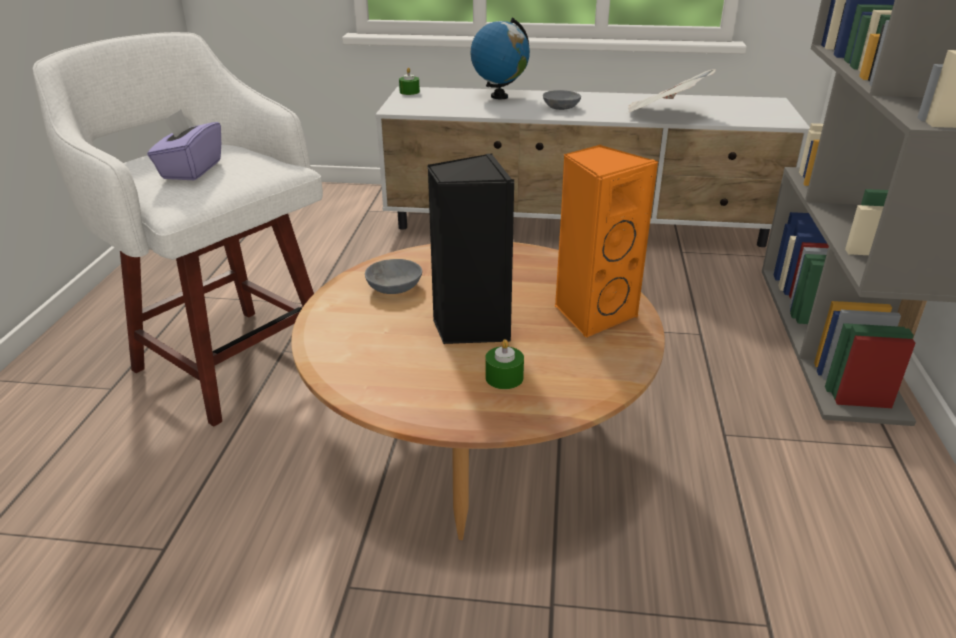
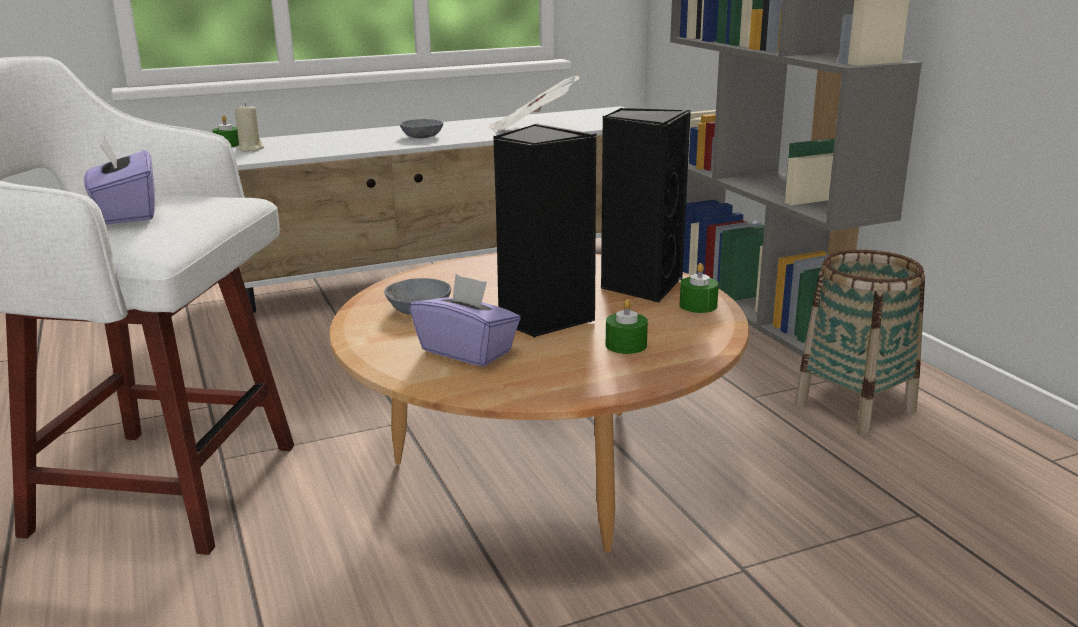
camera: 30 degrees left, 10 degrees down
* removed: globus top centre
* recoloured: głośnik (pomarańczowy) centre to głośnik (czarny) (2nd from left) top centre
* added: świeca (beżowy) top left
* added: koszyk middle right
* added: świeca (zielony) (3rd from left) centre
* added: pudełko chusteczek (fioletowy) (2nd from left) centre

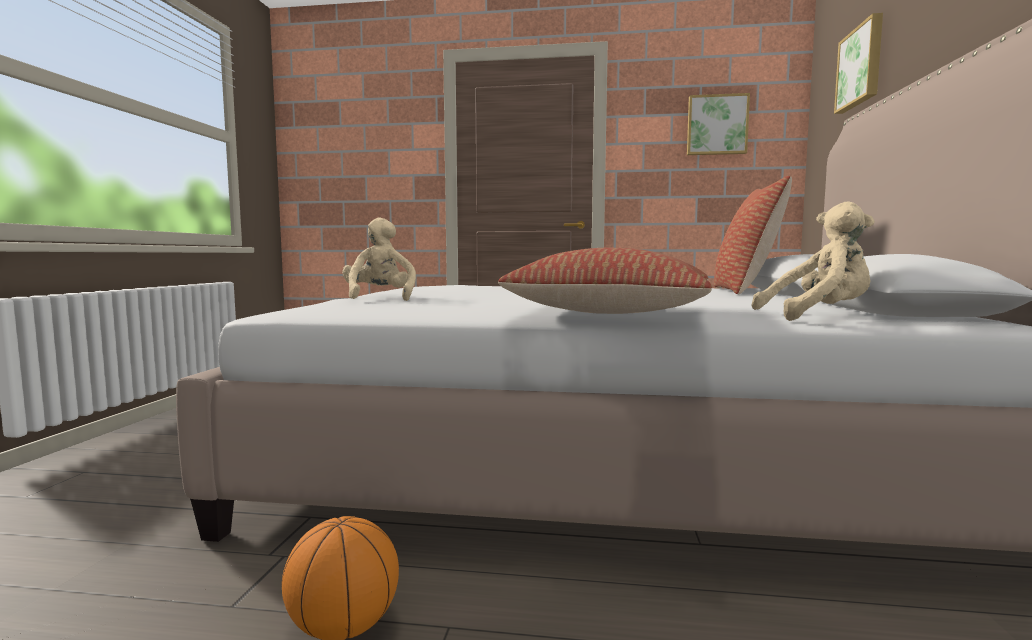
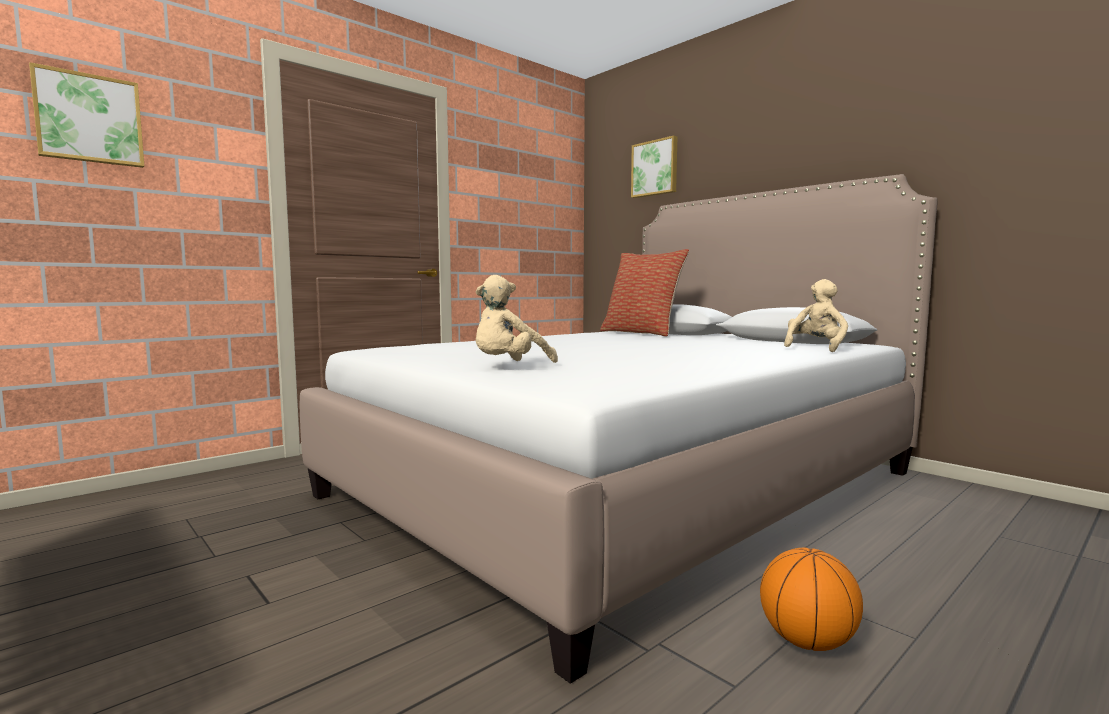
camera: 50 degrees left, 0 degrees up
* moved: obraz (1st from left) top right to top left
* turned: pluszak (beżowy) (1st from left) centre = centre 75 degrees counterclockwise
* removed: poduszka (1st from left) centre

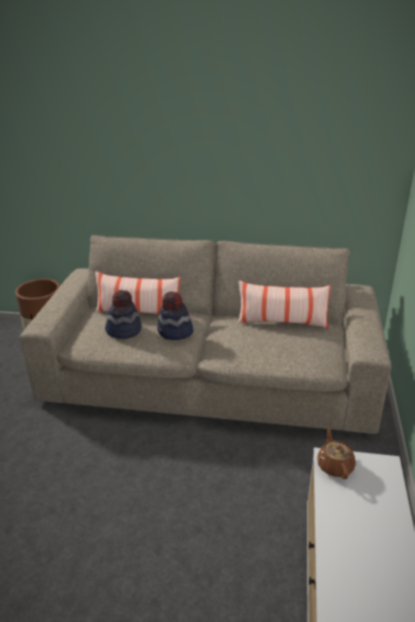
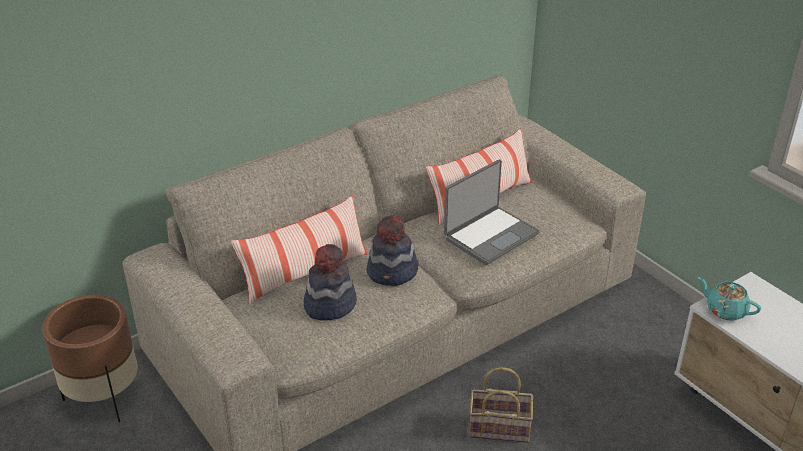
camera: 45 degrees left, 5 degrees up
* recoloured: imbryk (brązowy) bottom right to imbryk (turkusowy) middle right
* added: laptop centre
* added: koszyk bottom centre

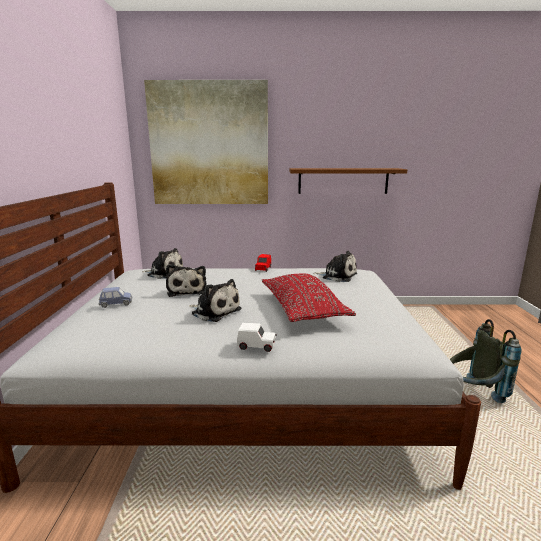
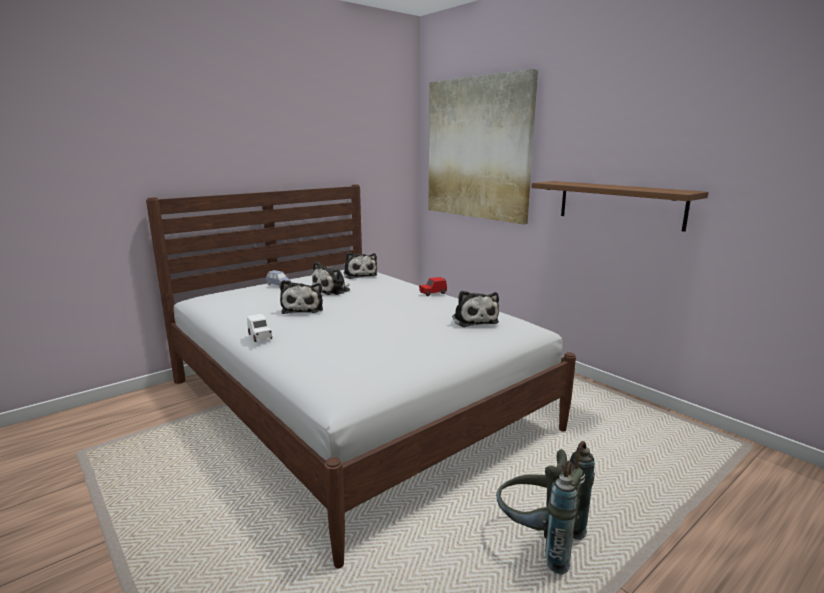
camera: 50 degrees right, 0 degrees up
* removed: poduszka (czerwony) centre

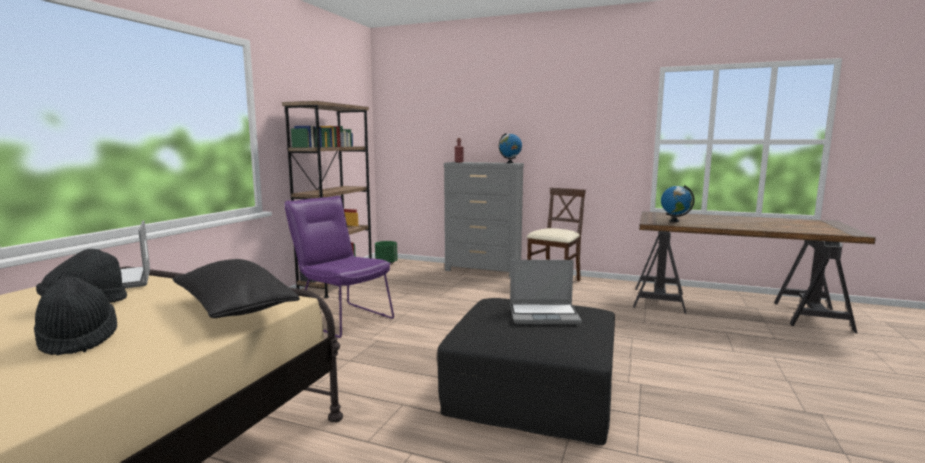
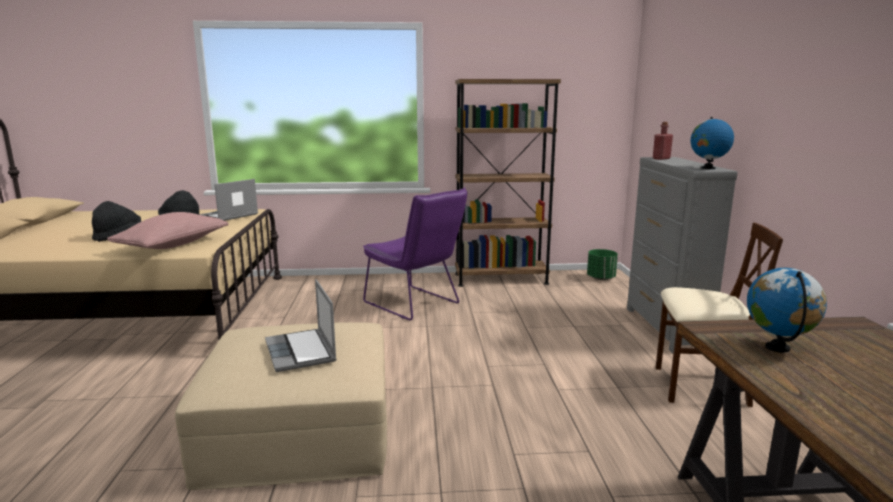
camera: 65 degrees right, 5 degrees up
* turned: krzesło (fioletowy) centre = centre 120 degrees clockwise
* recoloured: poduszka (czarny) middle left to poduszka (różowy) middle left
* recoloured: pufa (czarny) bottom centre to pufa (beżowy) bottom left

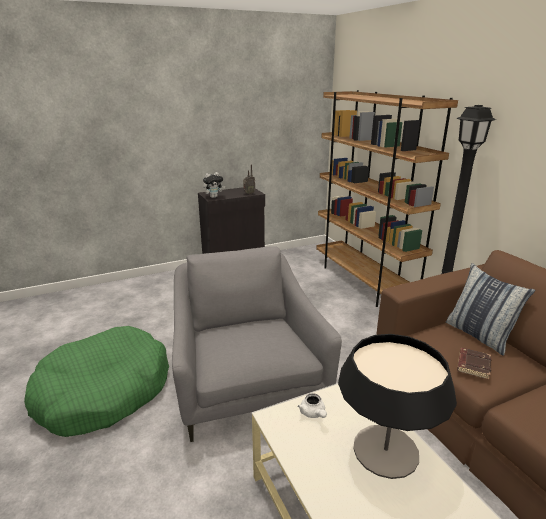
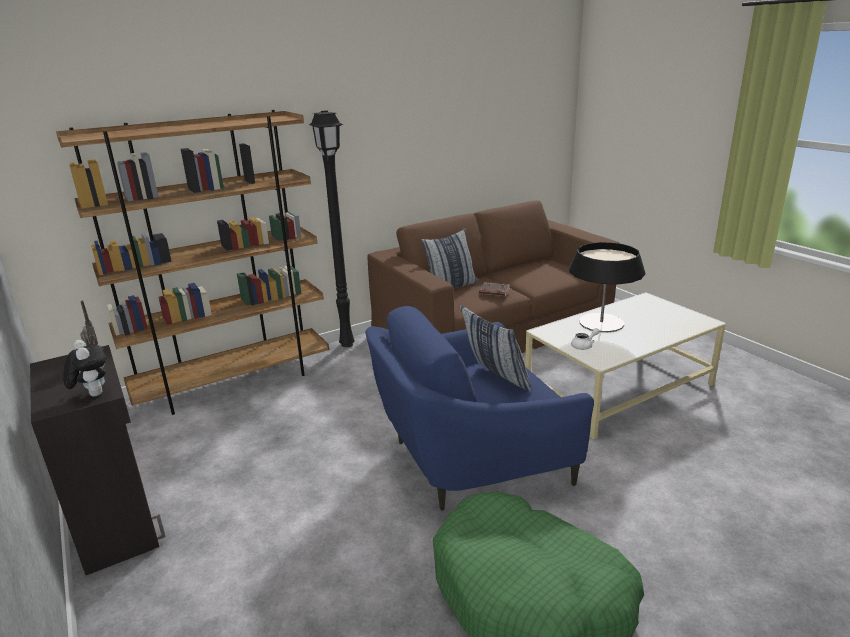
camera: 95 degrees left, 0 degrees up
* recoloured: fotel (szary) centre to fotel (niebieski) centre
* added: poduszka (2nd from left) centre

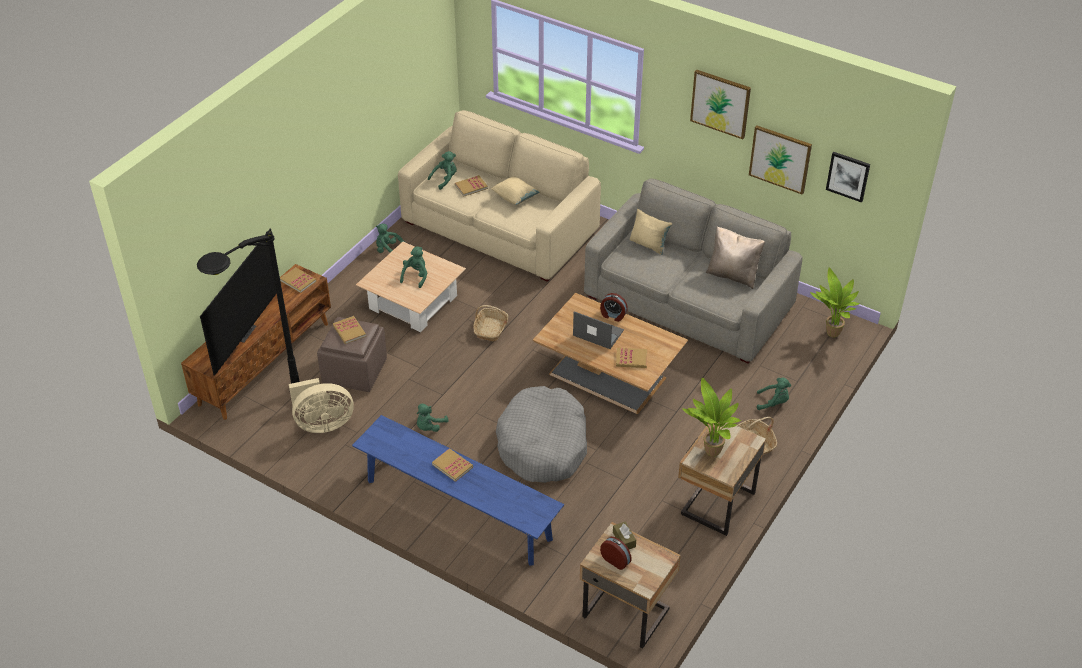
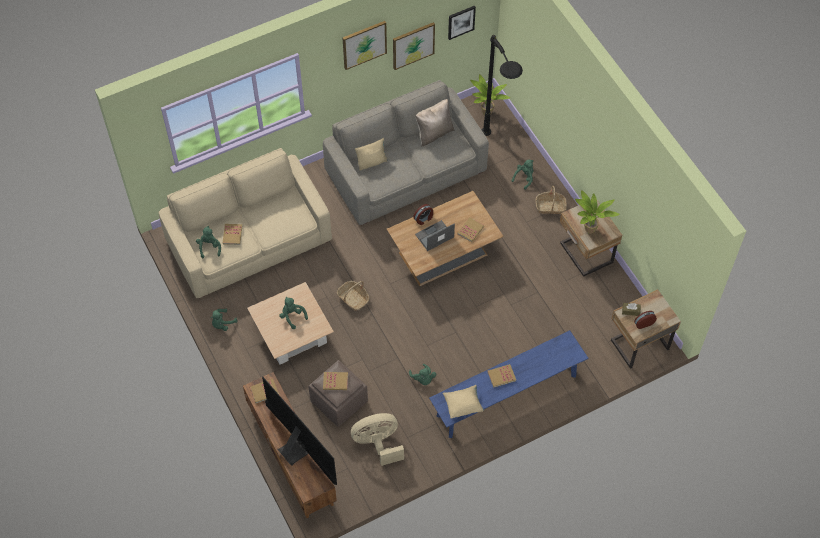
camera: 60 degrees left, 15 degrees up
* moved: poduszka (beżowy) (1st from left in the first image) top centre to poduszka (beżowy) (3rd from left) bottom centre
* moved: lampa stojąca (czarny) middle left to top centre
* turned: wentylator (beżowy) middle left = bottom centre 120 degrees counterclockwise
* removed: legowisko (szary) centre

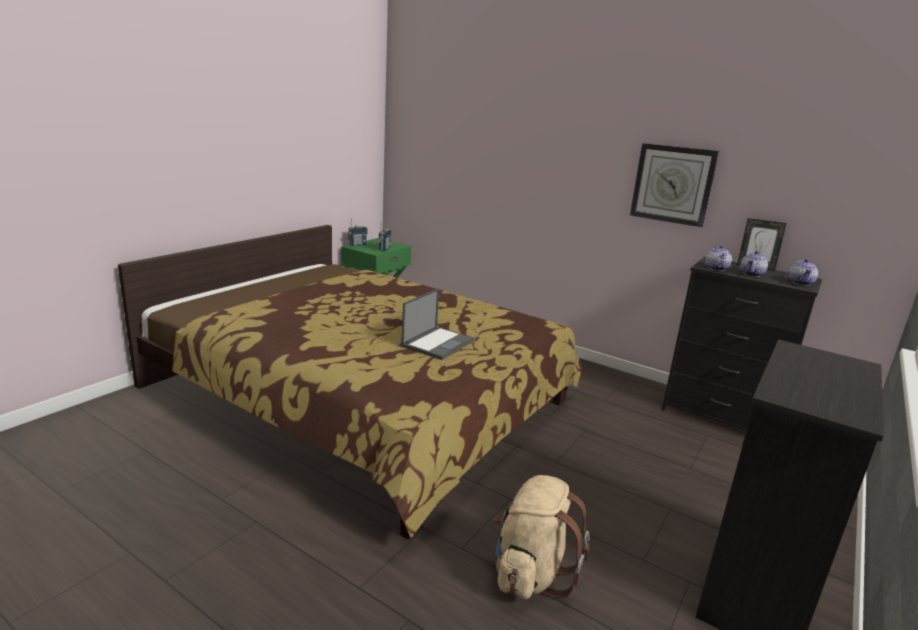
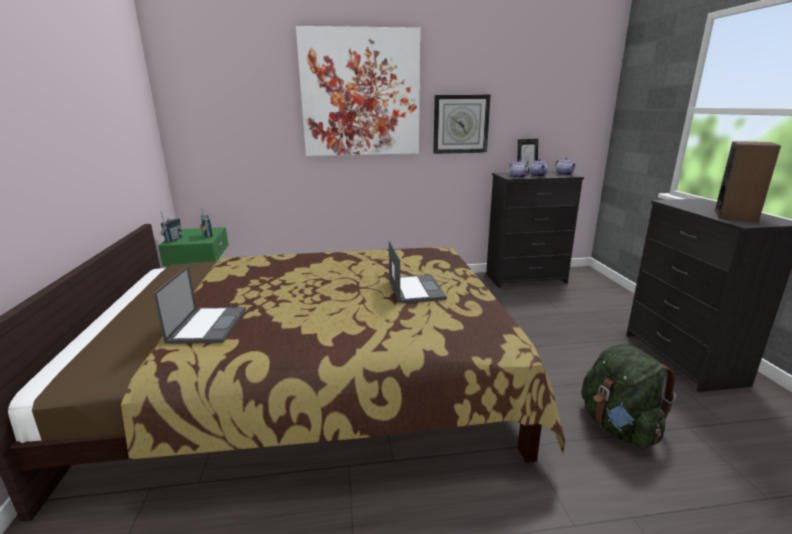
camera: 40 degrees left, 0 degrees up
* recoloured: plecak (beżowy) bottom centre to plecak (zielony) bottom right
* added: obraz top centre
* added: głośnik middle right
* added: laptop (1st from left) middle left

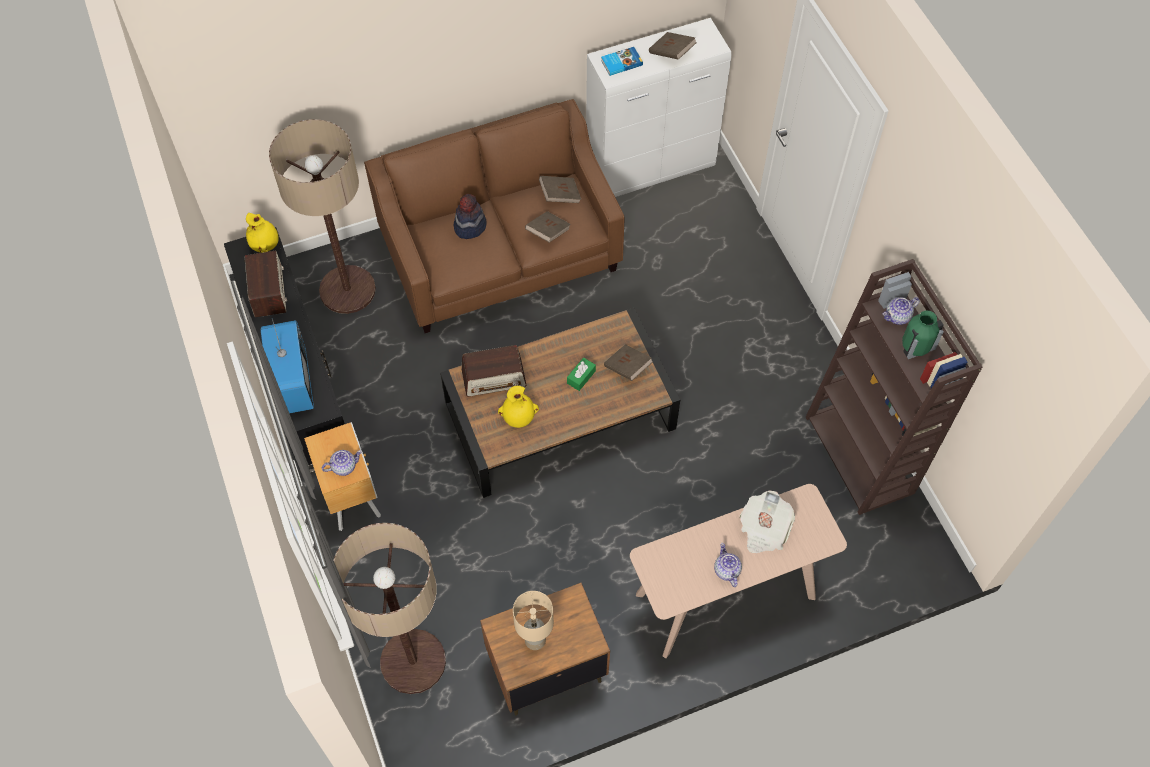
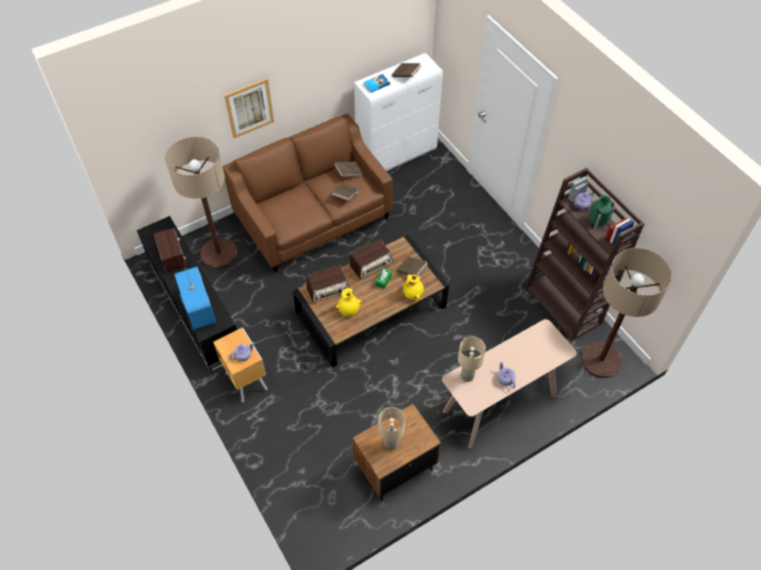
camera: 10 degrees left, 5 degrees down
* removed: kapelusz top centre
* moved: wazon (żółty) (1st from left in the first image) top left to wazon (żółty) (2nd from left) centre
* removed: gazeta bottom right
* moved: lampa stojąca (2nd from left) bottom centre to middle right
* added: obraz top left
* added: radio (3rd from left) centre
* added: lampa stołowa (beżowy) (2nd from left) centre

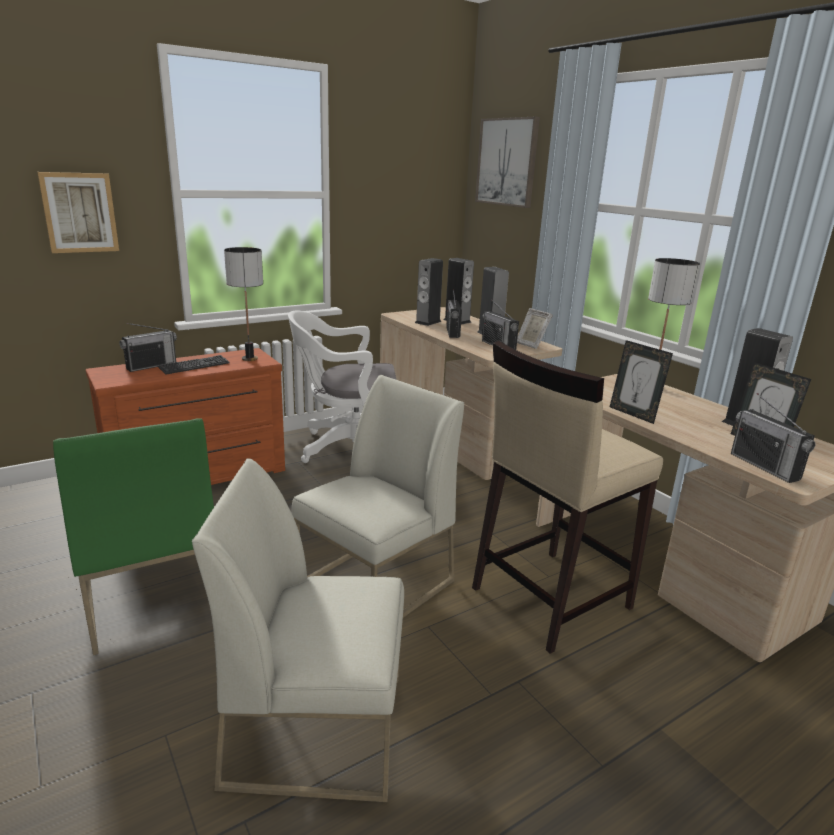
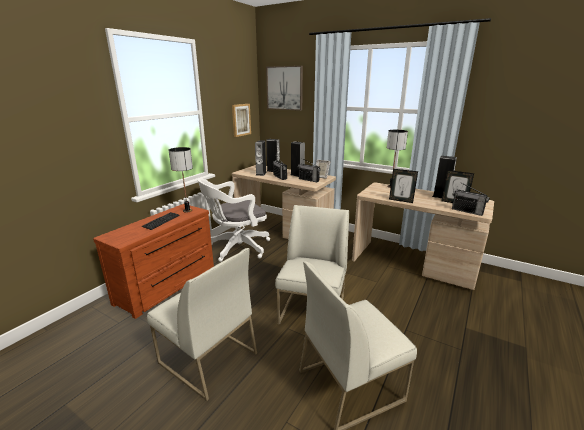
camera: 25 degrees left, 0 degrees up
* moved: obraz (1st from left) top left to top centre
* removed: radio (1st from left) middle left
* removed: stołek (beżowy) middle right
* recoloured: krzesło (zielony) middle left to krzesło (biały) (1st from left) bottom centre

